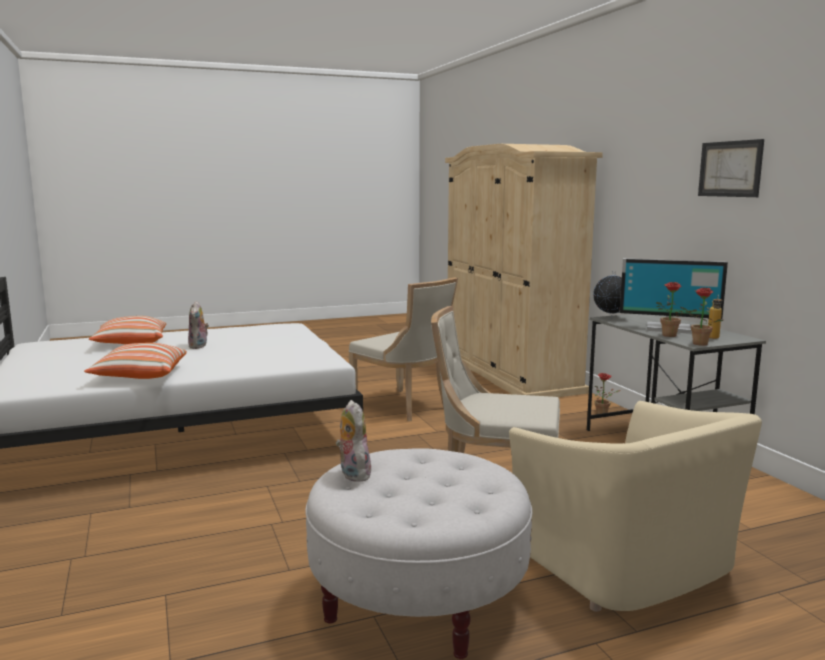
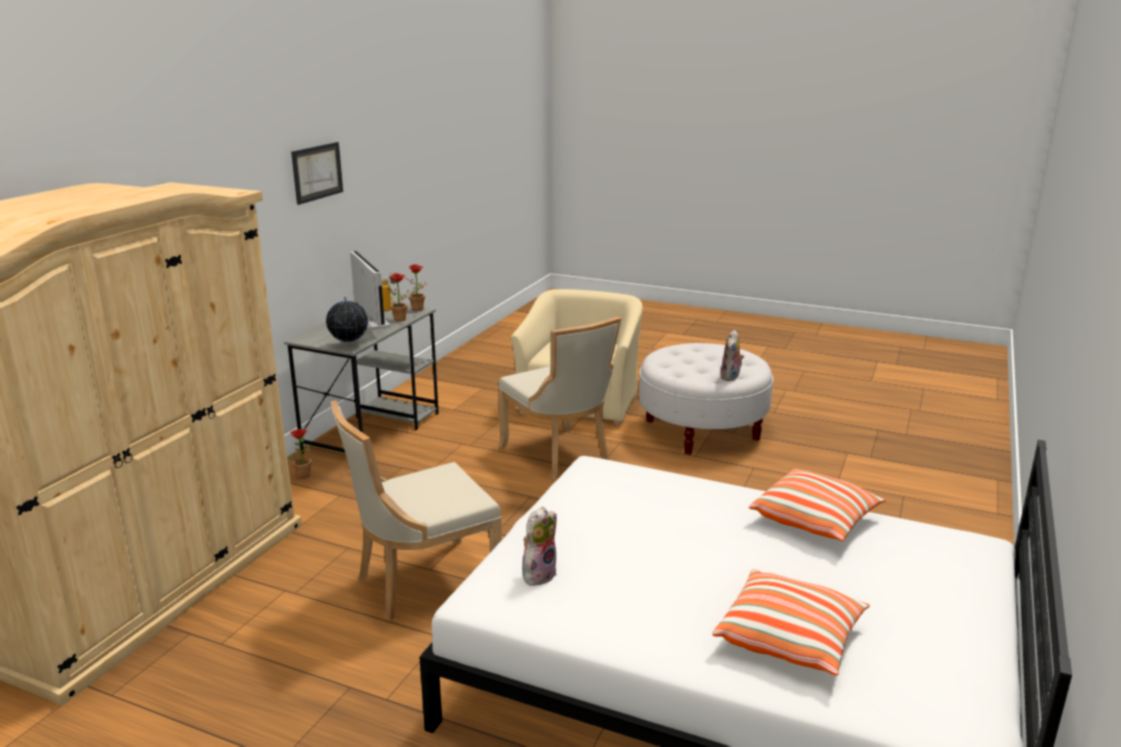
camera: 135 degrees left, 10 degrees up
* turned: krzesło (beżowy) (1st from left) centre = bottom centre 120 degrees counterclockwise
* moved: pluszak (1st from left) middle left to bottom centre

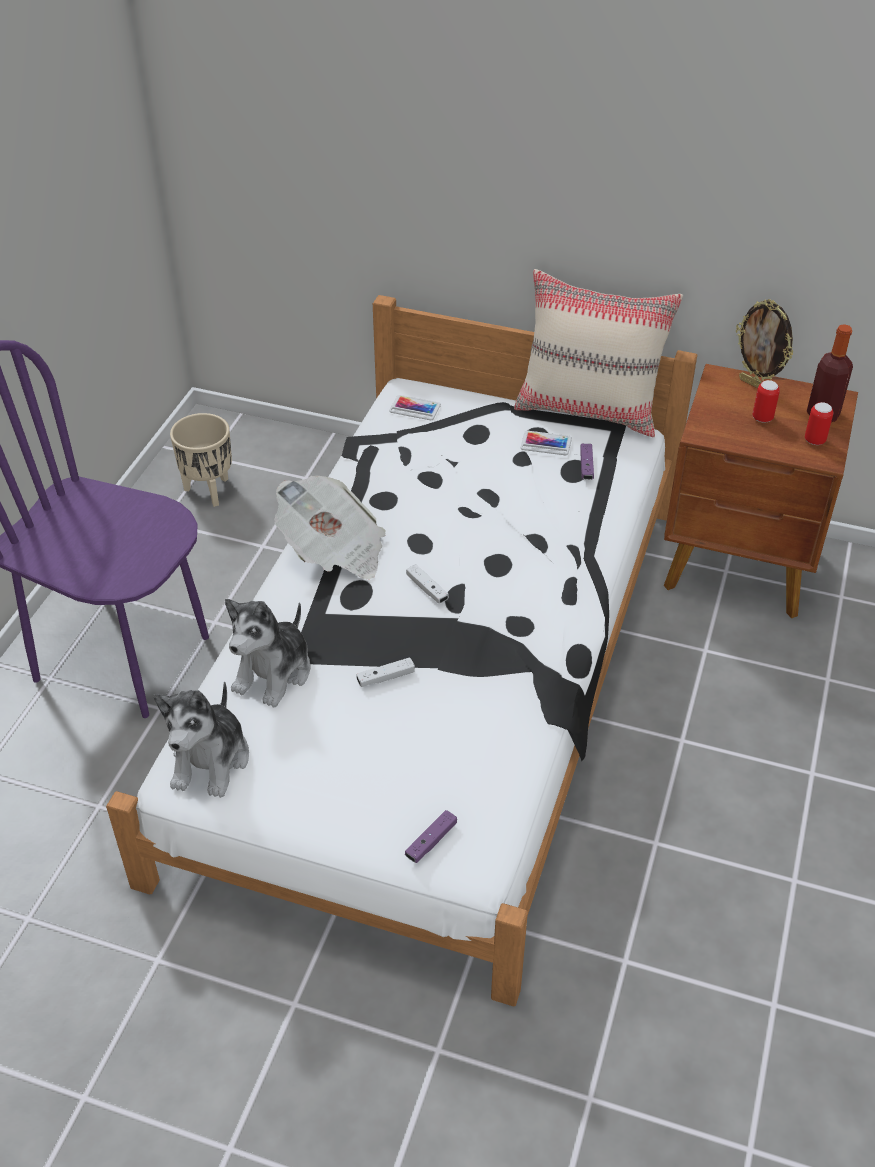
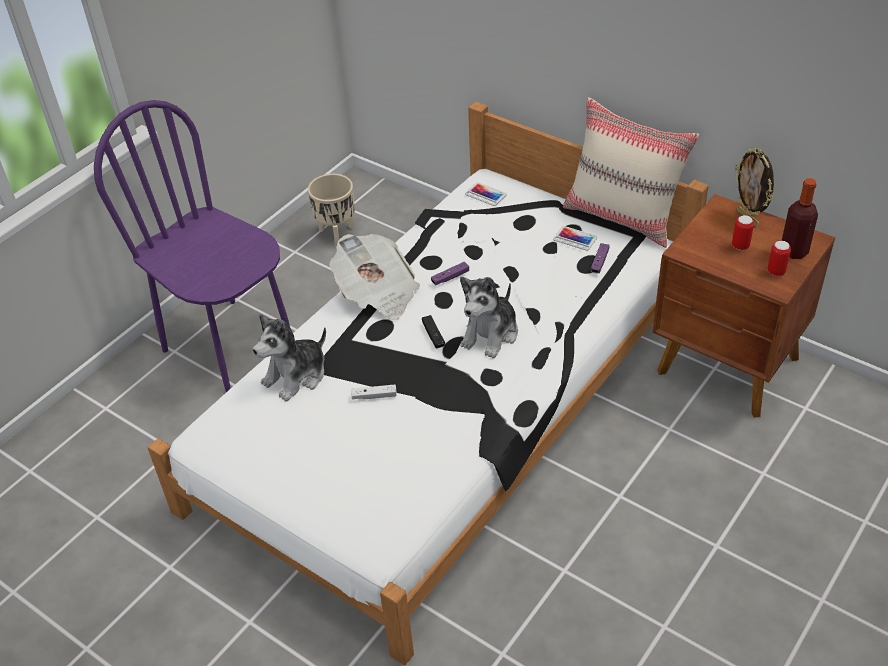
camera: 20 degrees right, 0 degrees up
* recoloured: pad do gier (biały) (2nd from left) centre to pad do gier (czarny) centre
* moved: pluszak (1st from left in the first image) middle left to pluszak (2nd from left) centre
* moved: pad do gier (fioletowy) (1st from left) bottom centre to centre

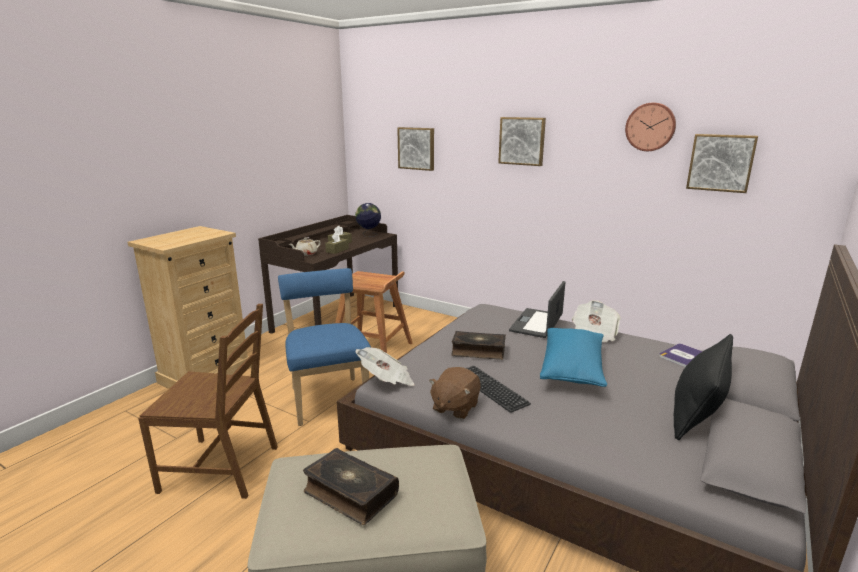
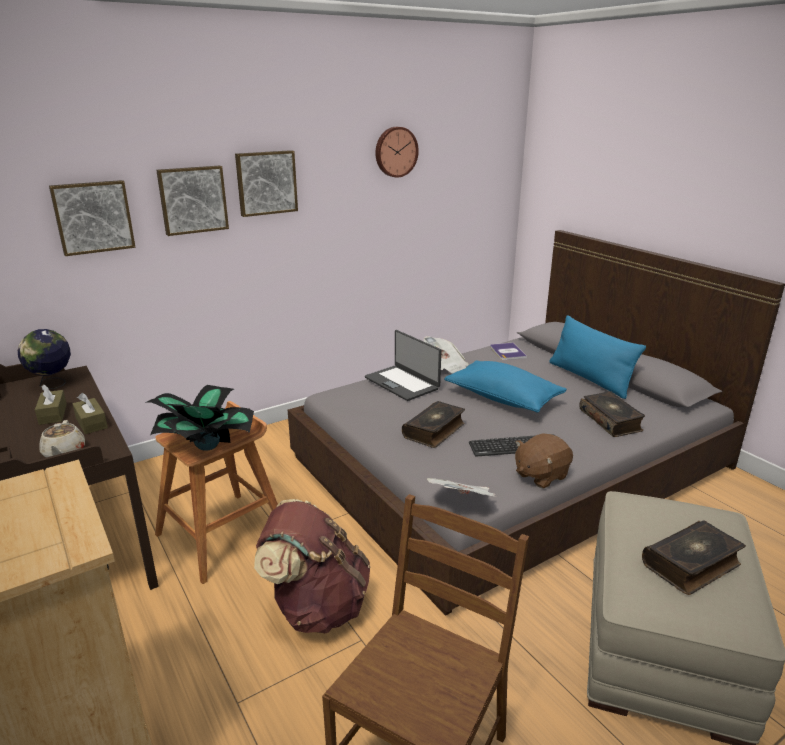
camera: 65 degrees left, 5 degrees up
* moved: obraz (3rd from left in the first image) top right to obraz (2nd from left) top left
* replaced: krzesło (niebieski) centre to plecak (brązowy) bottom centre
* recoloured: poduszka (czarny) bottom right to poduszka (niebieski) (2nd from left) middle right
* turned: pluszak (brązowy) bottom centre = middle right 90 degrees clockwise
* added: roślina doniczkowa middle left
* added: książka (3rd from left) middle right

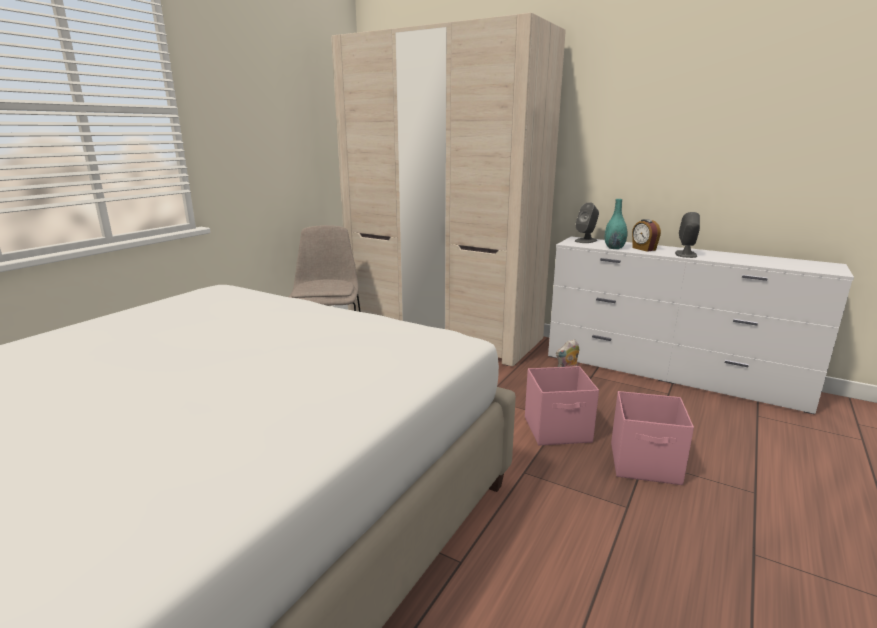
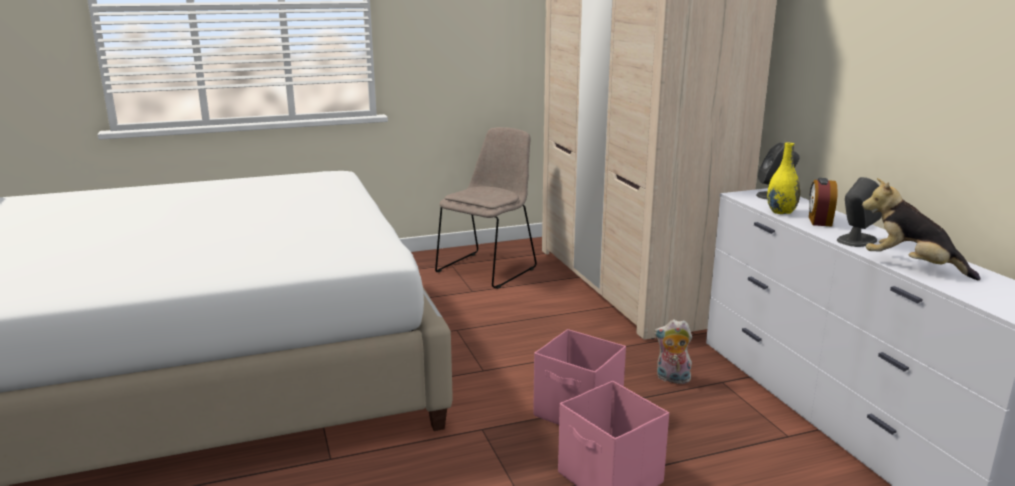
camera: 40 degrees right, 0 degrees up
* recoloured: wazon (turkusowy) middle right to wazon (żółty) middle right
* added: pluszak (2nd from left) middle right

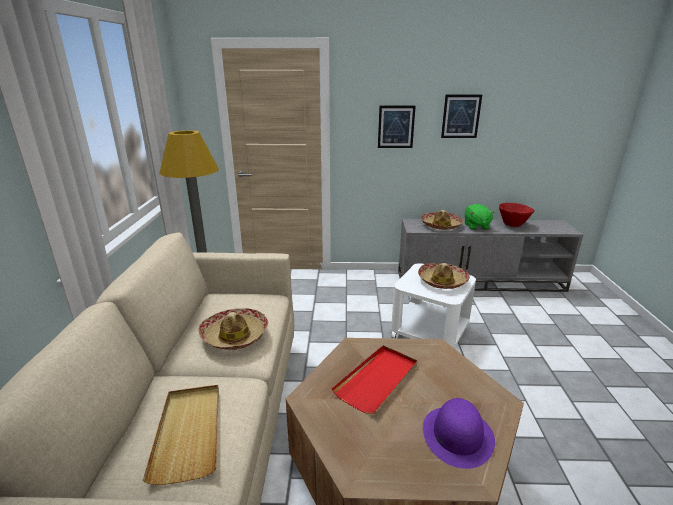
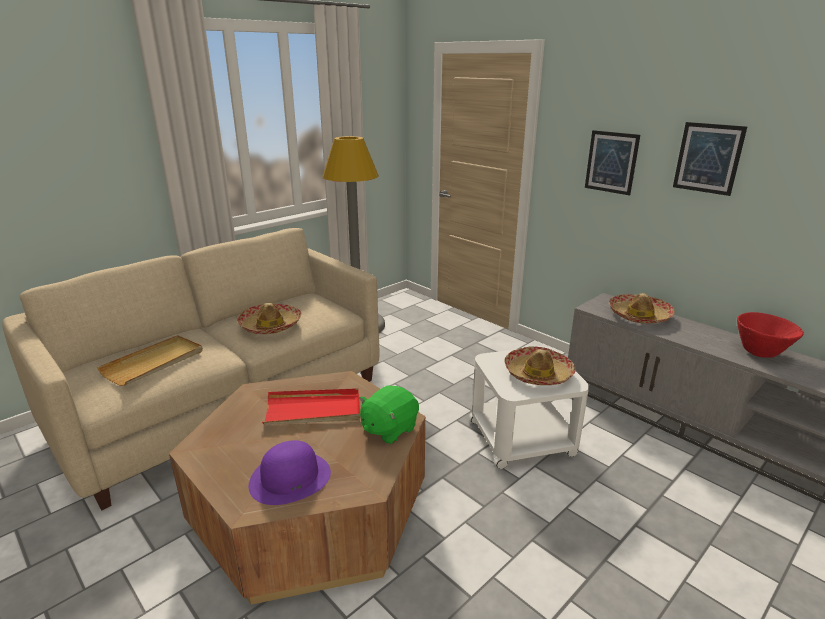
camera: 45 degrees right, 0 degrees up
* moved: pluszak (zielony) middle right to bottom centre

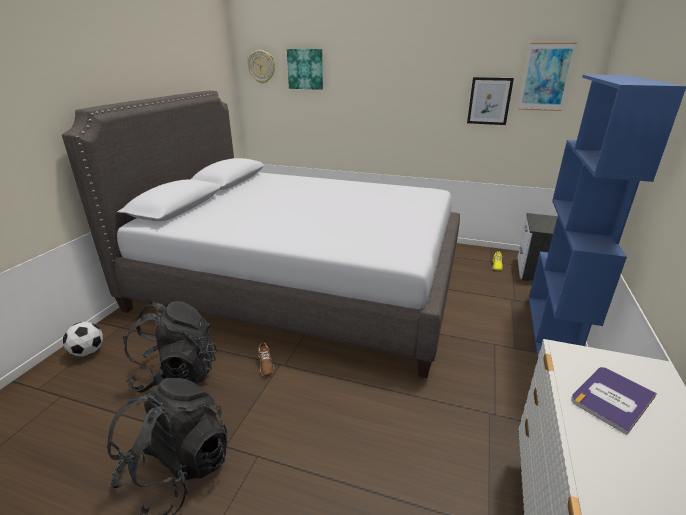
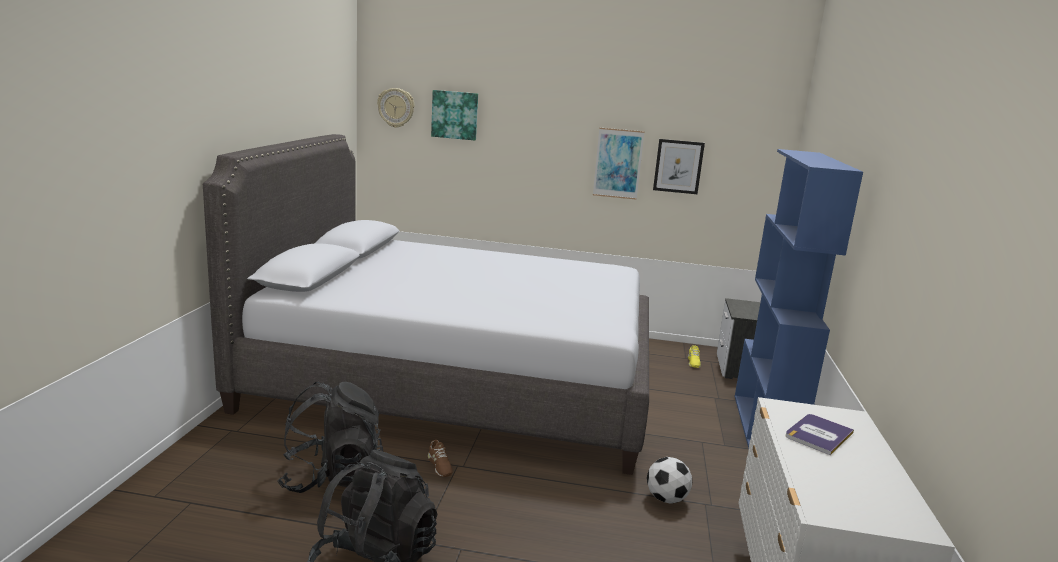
camera: 10 degrees left, 10 degrees down
* moved: obraz (3rd from left in the first image) top right to obraz (2nd from left) top centre
* moved: piłka futbolowa middle left to bottom centre

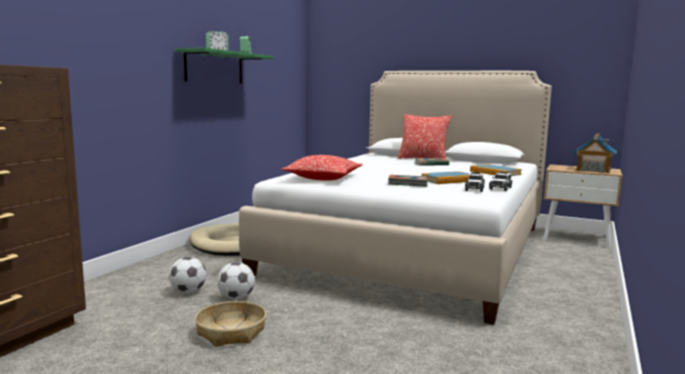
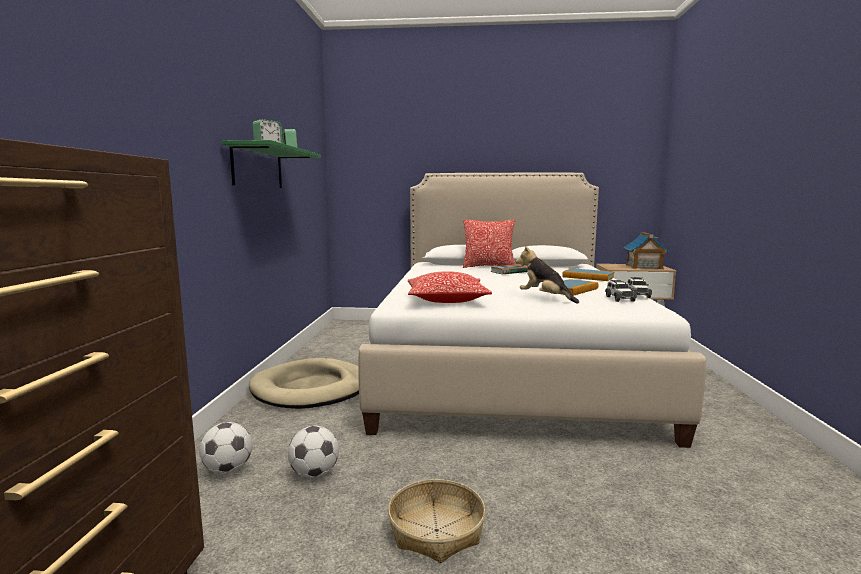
camera: 20 degrees left, 0 degrees up
* replaced: książka (1st from left) centre to pluszak centre
* moved: piłka futbolowa (2nd from left in the first image) bottom centre to piłka futbolowa (1st from left) bottom left

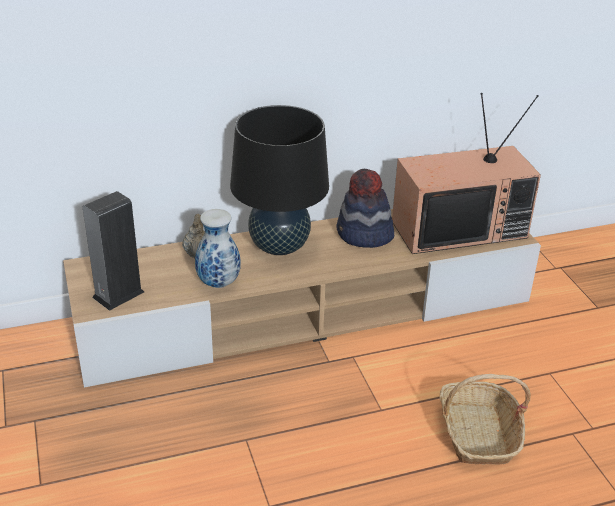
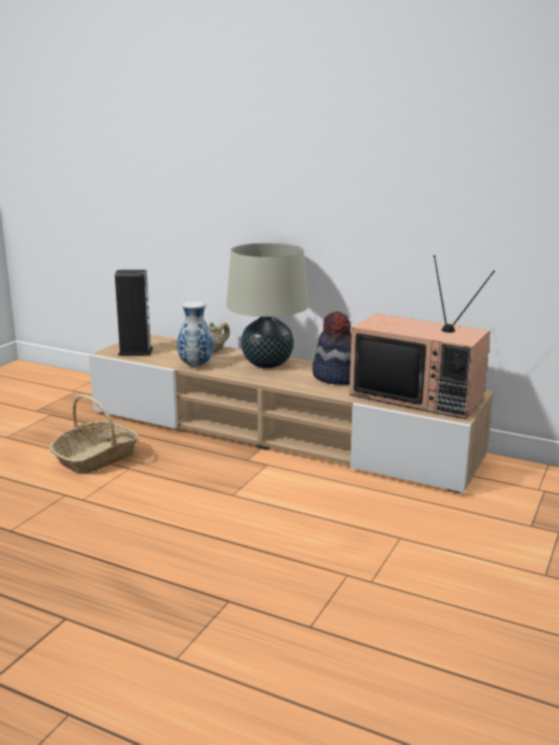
camera: 45 degrees right, 15 degrees down
* recoloured: lampa stołowa (czarny) centre to lampa stołowa (beżowy) centre
* moved: koszyk bottom right to middle left

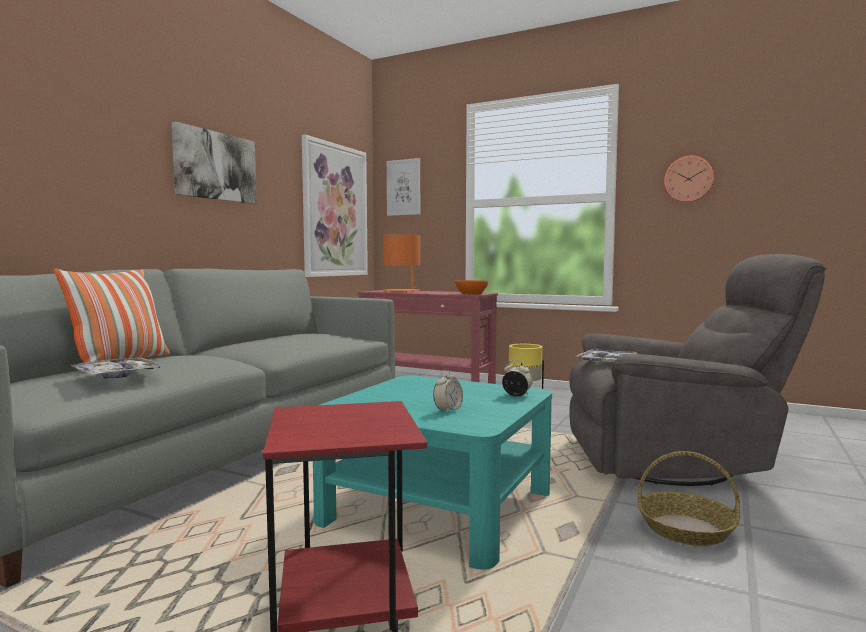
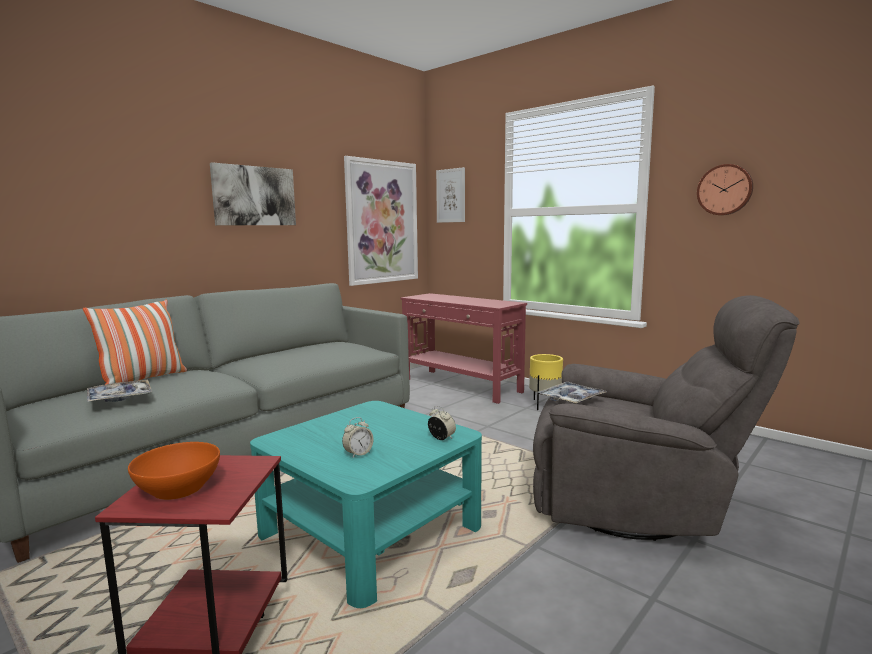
camera: 15 degrees right, 5 degrees up
* removed: lampa stołowa (pomarańczowy) centre
* moved: miska (pomarańczowy) centre to bottom left
* removed: koszyk bottom right

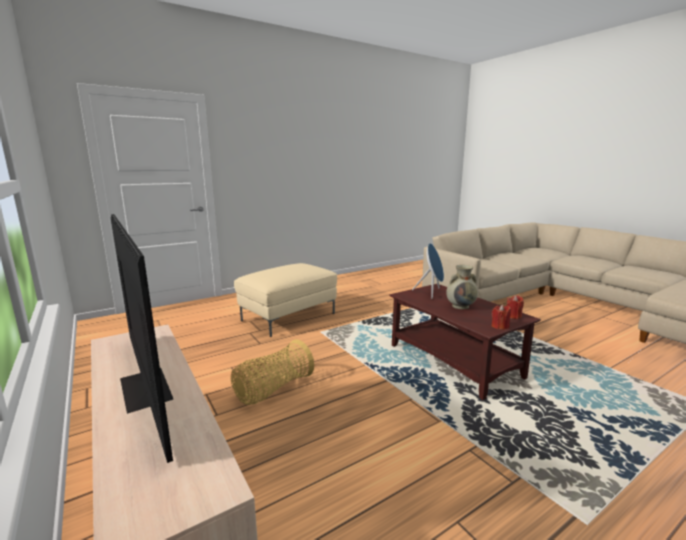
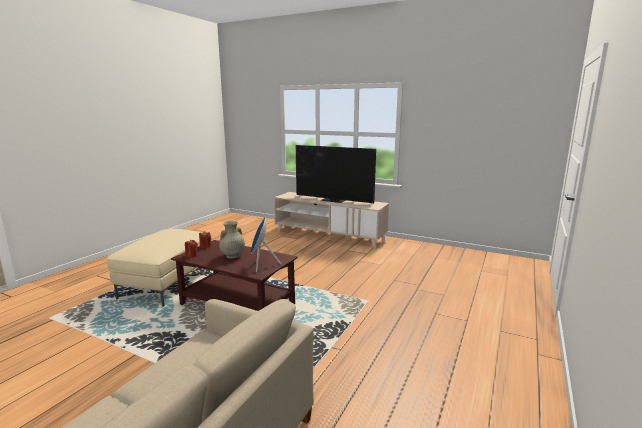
camera: 150 degrees right, 0 degrees up
* moved: pufa (beżowy) centre to middle left
* removed: koszyk bottom centre

